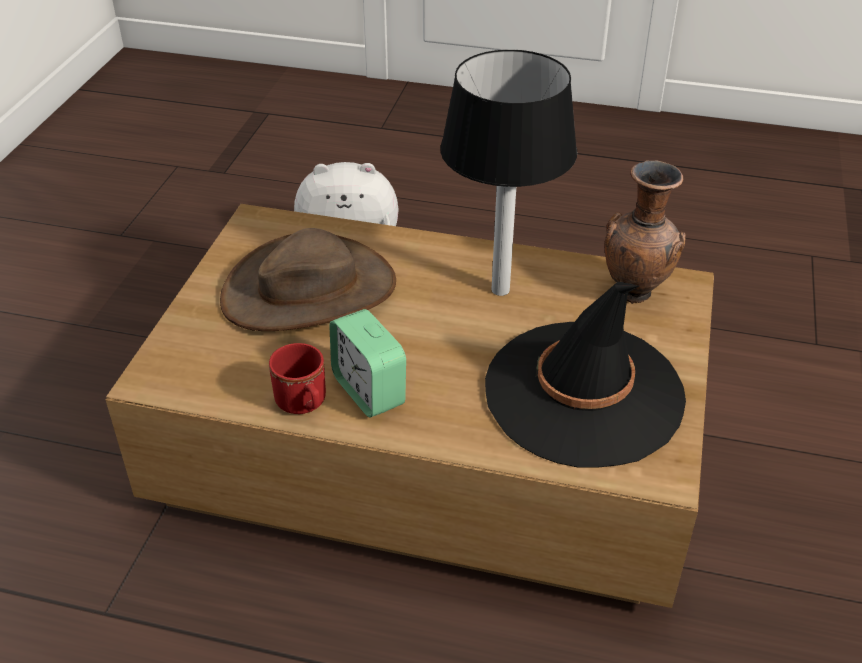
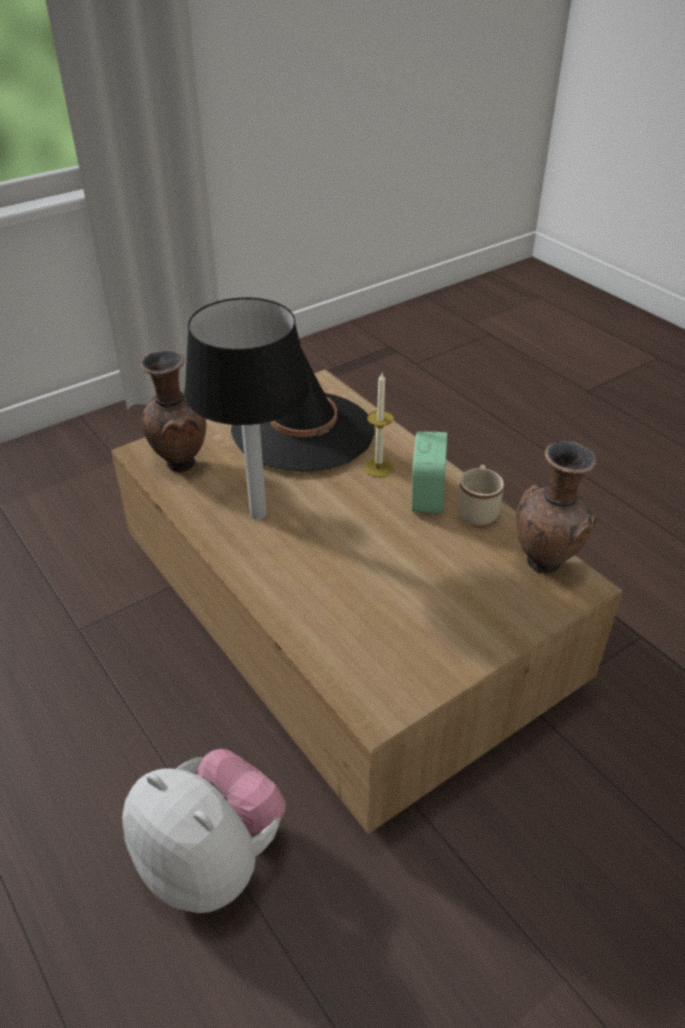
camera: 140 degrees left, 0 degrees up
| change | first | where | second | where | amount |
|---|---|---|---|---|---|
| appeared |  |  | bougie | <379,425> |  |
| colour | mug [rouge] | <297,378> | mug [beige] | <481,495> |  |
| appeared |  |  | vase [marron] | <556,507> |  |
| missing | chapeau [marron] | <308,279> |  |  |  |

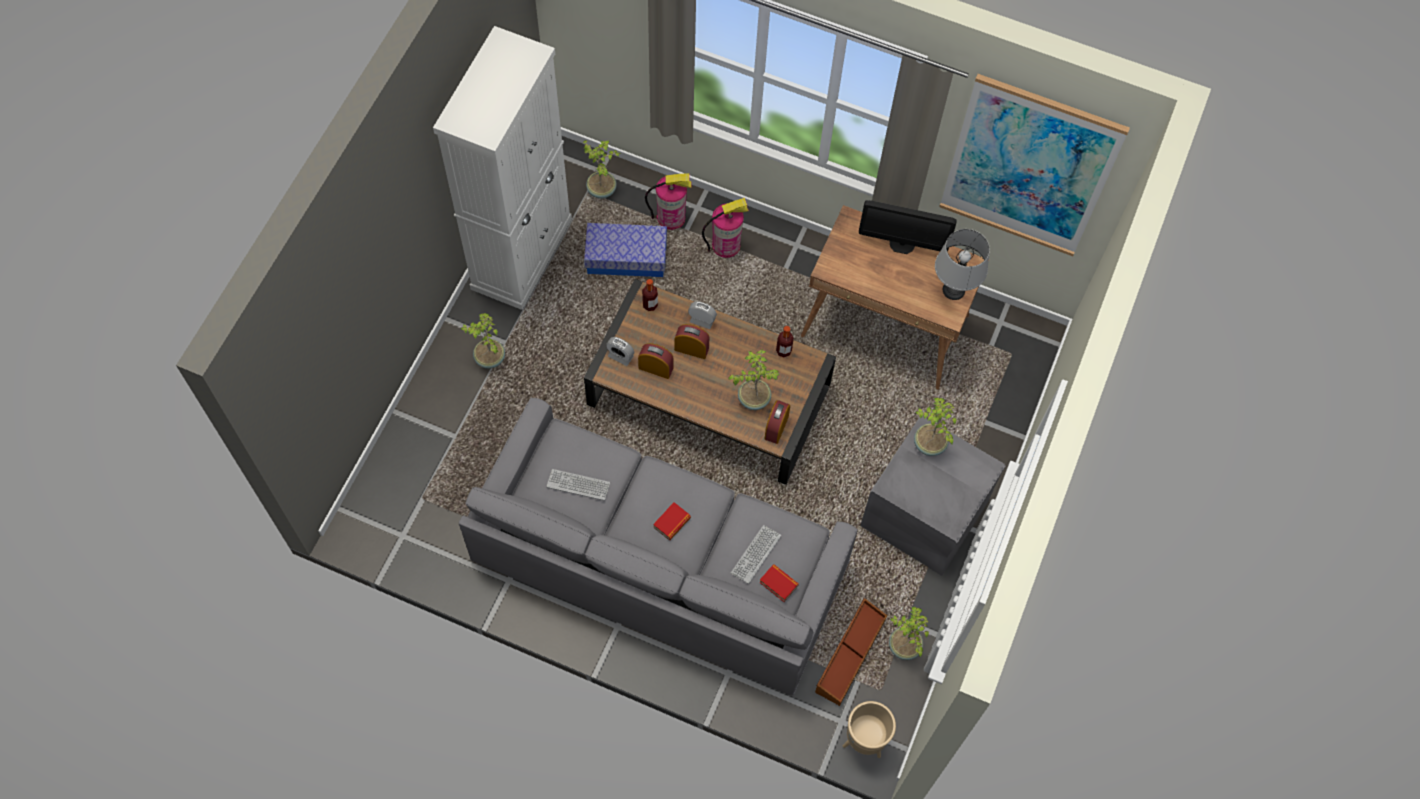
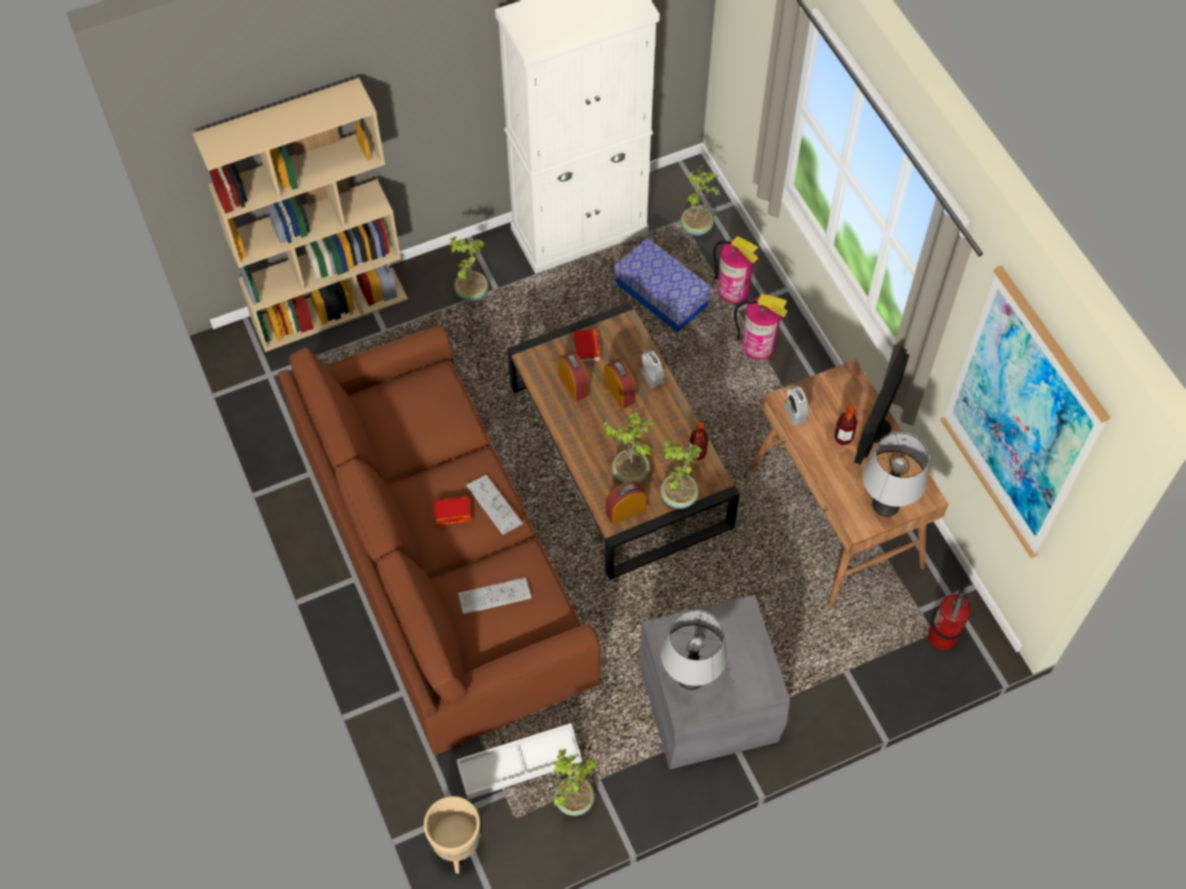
camera: 45 degrees right, 5 degrees down
| change | first | where | second | where | amount |
|---|---|---|---|---|---|
| appeared |  |  | bibliothèque [beige] | <300,215> |  |
| colour | canapé [gris] | <658,546> | canapé [marron] | <439,540> |  |
| colour | boîte de rangement [marron] | <851,652> | boîte de rangement [blanc] | <519,761> |  |
| relocated | clavier | <578,485> |  | <494,505> |  |
| relocated | livre | <779,583> |  | <587,346> |  |
| relocated | plante en pot | <935,427> |  | <682,474> |  |
| appeared |  |  | lampe de table [gris] | <694,650> |  |
| relocated | réveil | <620,351> |  | <796,405> |  |
| relocated | bouteille | <650,295> |  | <846,425> |  |
| spun | écran d'ordinateur | <908,227> |  | <881,405> | 60 degrees clockwise |
| appeared |  |  | extincteur | <949,619> |  |

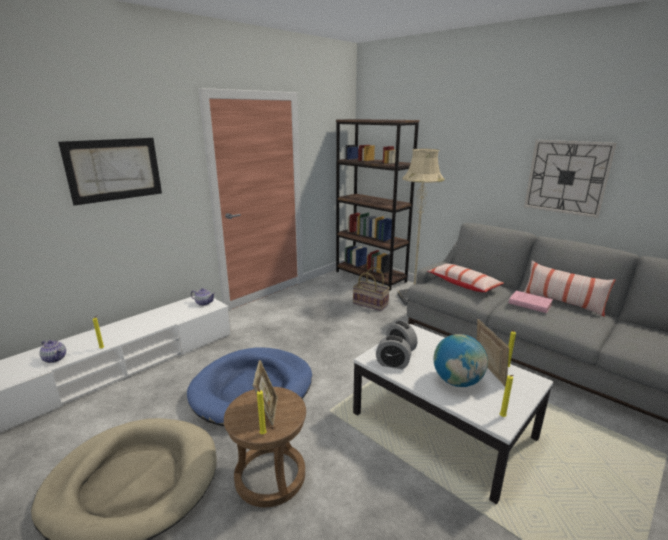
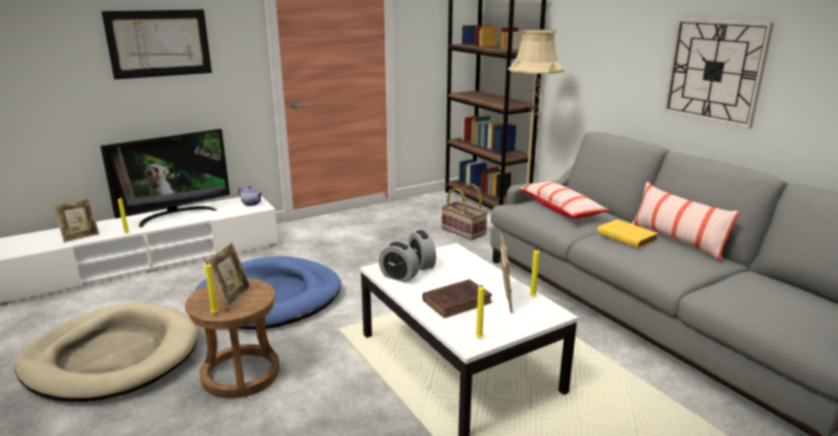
camera: 15 degrees right, 0 degrees up
| change | first | where | second | where | amount |
|---|---|---|---|---|---|
| exchanged | théière | <52,351> | cadre photo | <76,220> |  |
| appeared |  |  | téléviseur | <165,178> |  |
| exchanged | globe | <460,360> | livre [marron] | <457,298> |  |
| colour | livre [rose] | <531,302> | livre [jaune] | <627,234> |  |

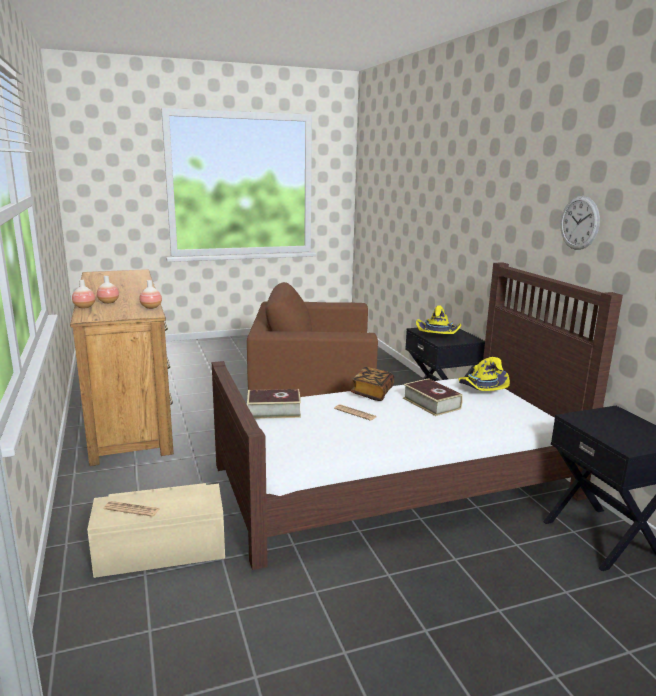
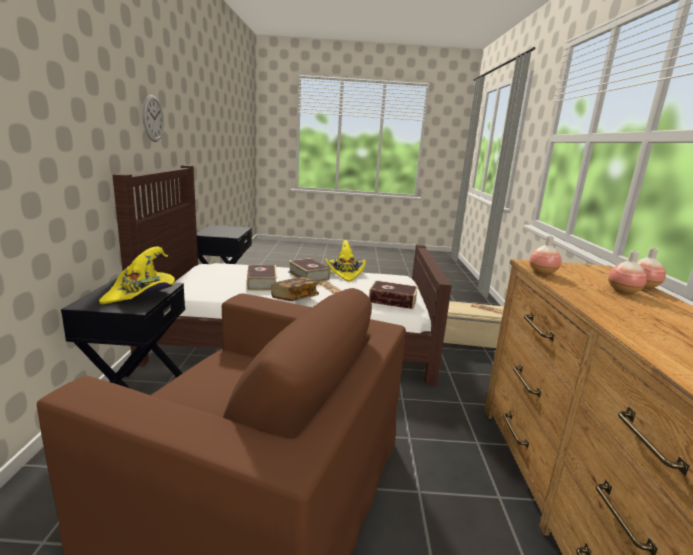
camera: 160 degrees left, 0 degrees up
| change | first | where | second | where | amount |
|---|---|---|---|---|---|
| appeared |  |  | livre | <309,270> |  |
| relocated | chapeau [jaune] | <484,374> |  | <345,261> |  |

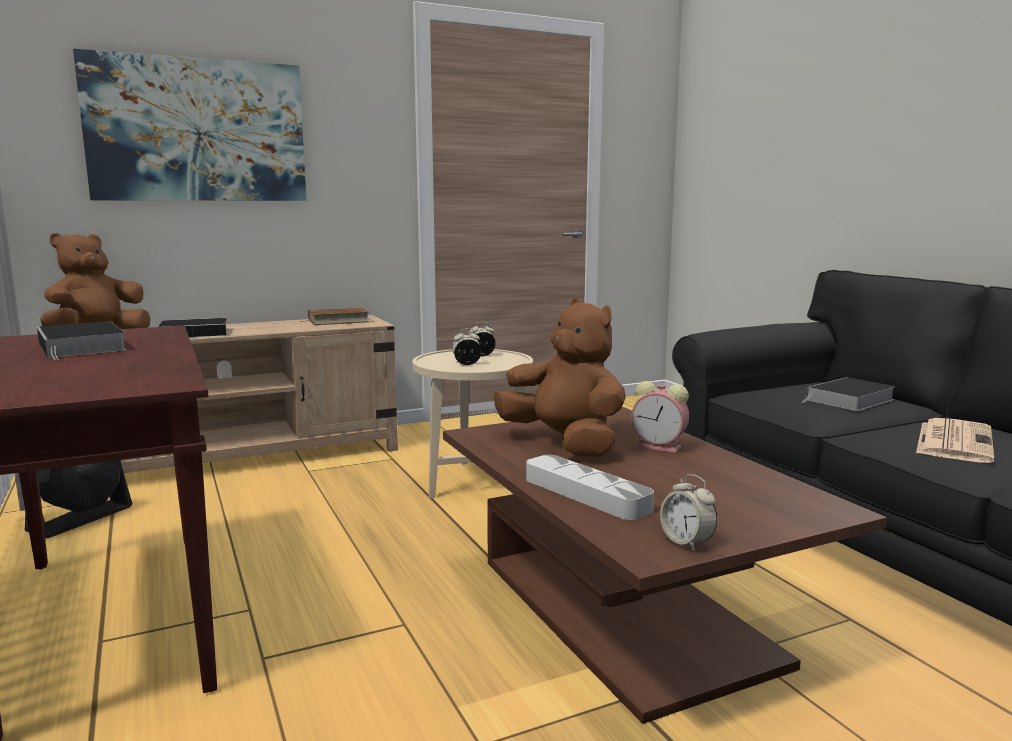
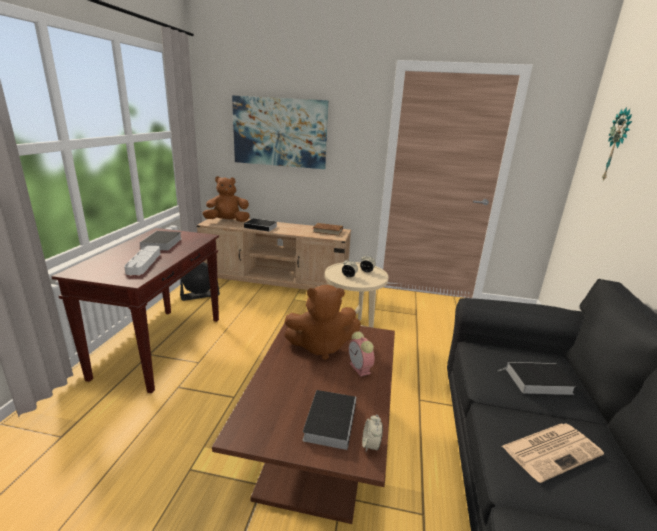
camera: 35 degrees right, 10 degrees up
| change | first | where | second | where | amount |
|---|---|---|---|---|---|
| relocated | plateau [gris] | <590,487> |  | <142,260> |  |
| spun | peluche [marron] | <560,377> |  | <322,322> | 90 degrees clockwise |
| appeared |  |  | livre | <329,420> |  |
| relocated | réveil | <688,512> |  | <372,433> |  |
| appeared |  |  | horloge murale | <617,143> |  |

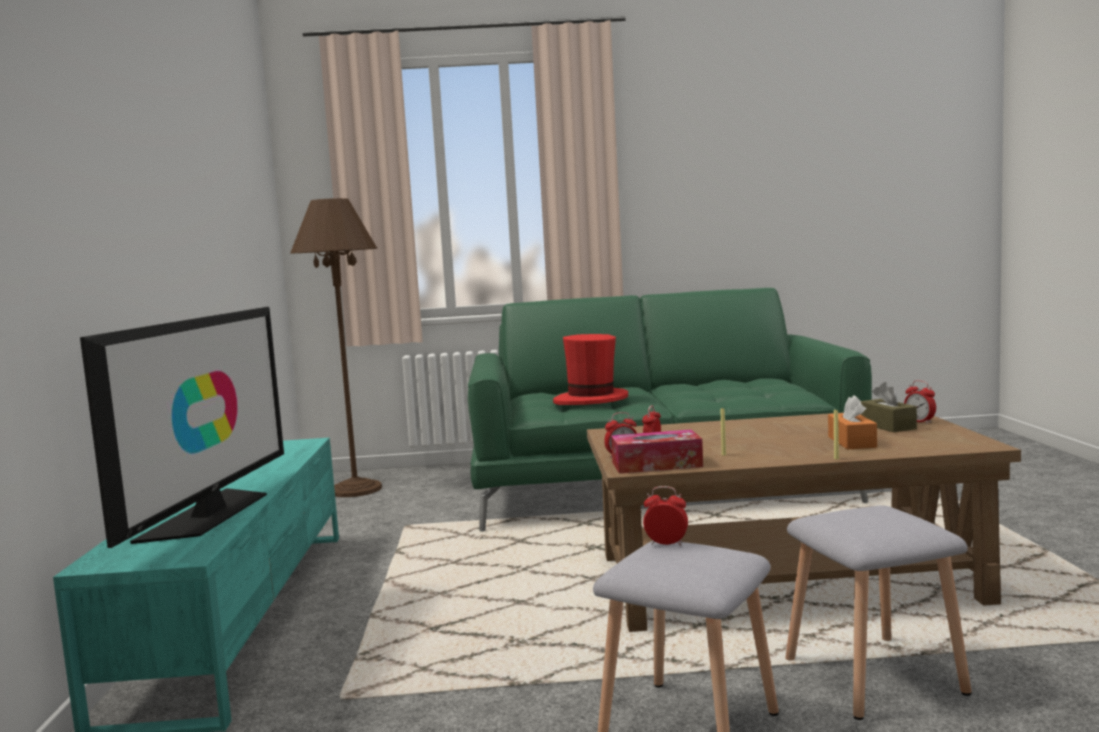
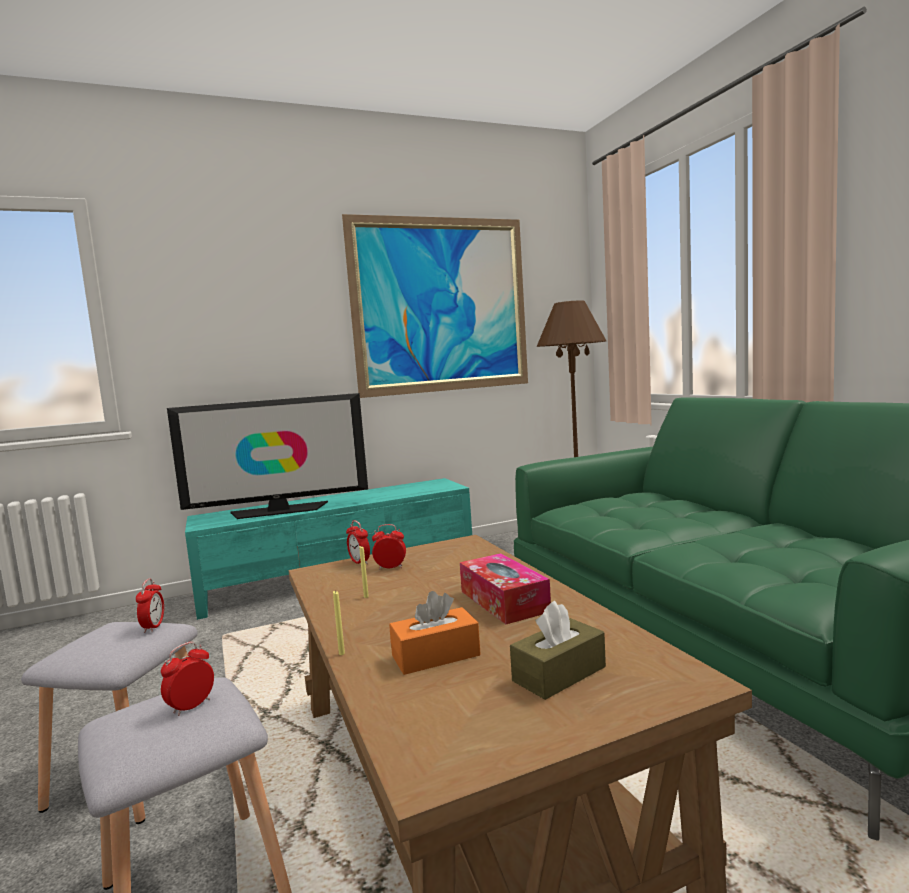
camera: 70 degrees right, 0 degrees up
| change | first | where | second | where | amount |
|---|---|---|---|---|---|
| relocated | réveil | <920,402> |  | <187,679> |  |
| appeared |  |  | tableau | <435,306> |  |
| relocated | boîte à mouchoirs | <657,452> |  | <505,588> |  |
| missing | chapeau [rouge] | <590,369> |  |  |  |

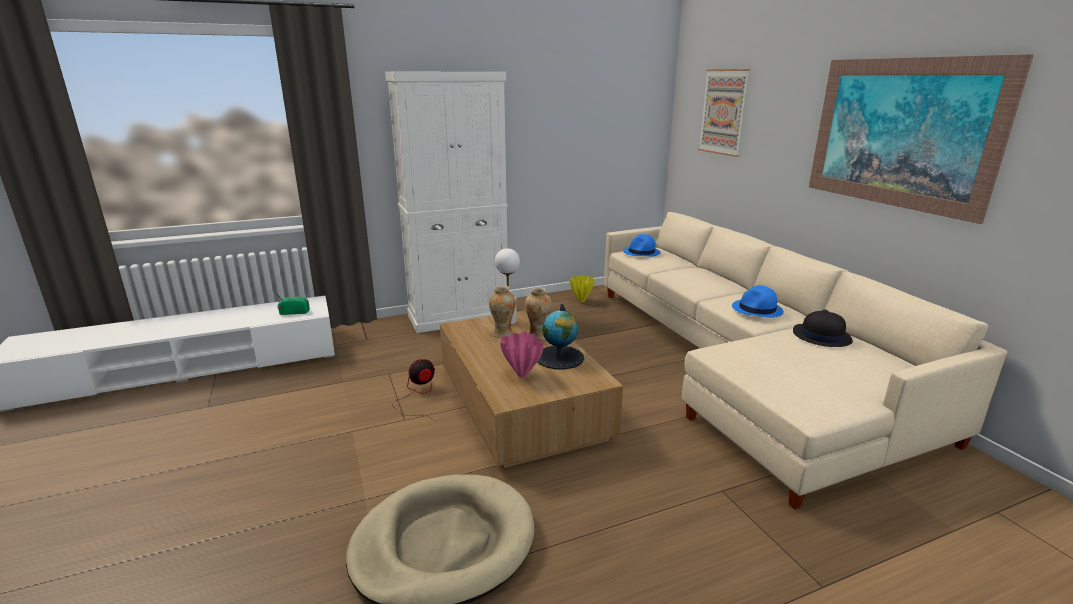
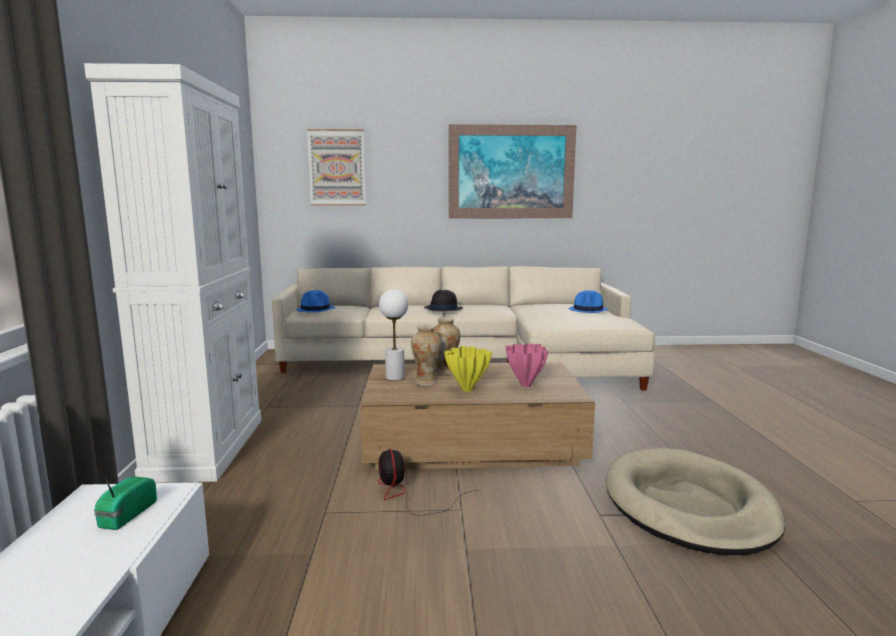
camera: 70 degrees left, 10 degrees down
| change | first | where | second | where | amount |
|---|---|---|---|---|---|
| relocated | chapeau [noir] | <823,328> |  | <443,301> |  |
| relocated | vase [jaune] | <582,288> |  | <468,369> |  |
| relocated | chapeau [bleu] | <758,301> |  | <589,301> |  |
| missing | globe | <561,336> |  |  |  |

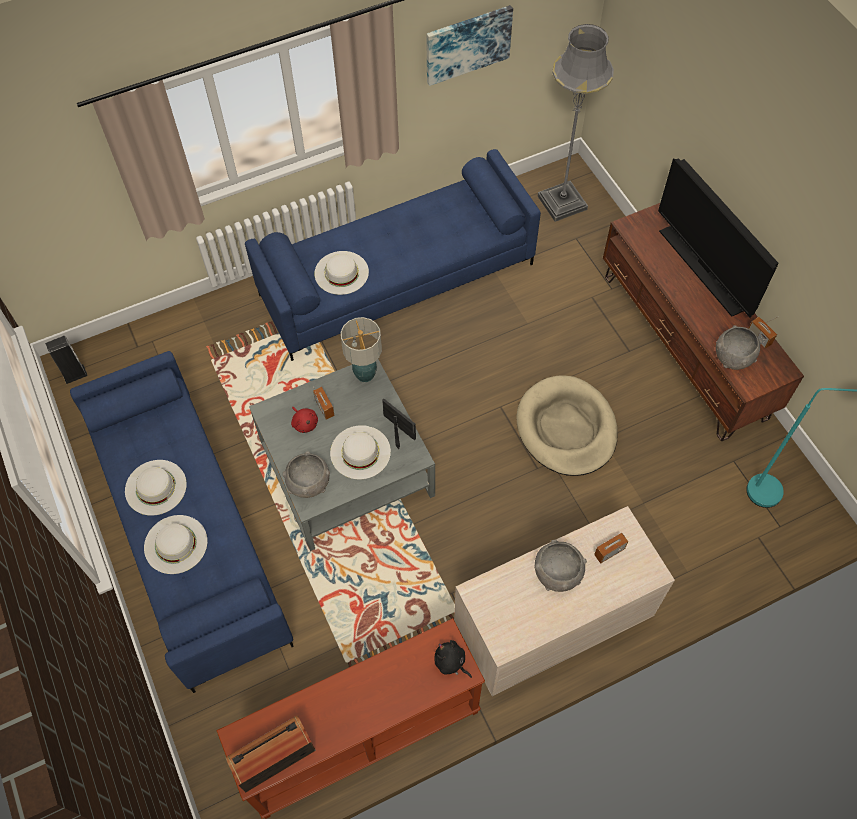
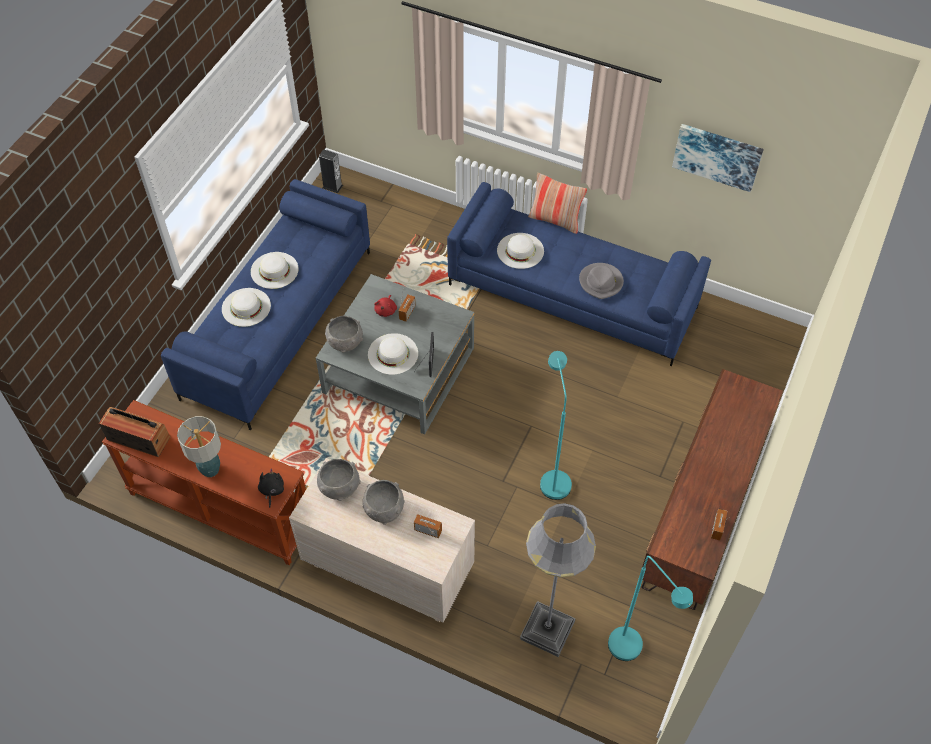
camera: 50 degrees right, 5 degrees down
| change | first | where | second | where | amount |
|---|---|---|---|---|---|
| relocated | lampe de table | <361,349> |  | <199,446> |  |
| relocated | bol [gris] | <739,347> |  | <339,480> |  |
| relocated | lampadaire [gris] | <576,123> |  | <558,580> |  |
| appeared |  |  | coussin | <557,203> |  |
| exchanged | panier pour chien [beige] | <567,425> | lampadaire [turquoise] | <556,425> |  |
| appeared |  |  | chapeau [gris] | <601,281> |  |
| missing | téléviseur | <718,238> |  |  |  |

